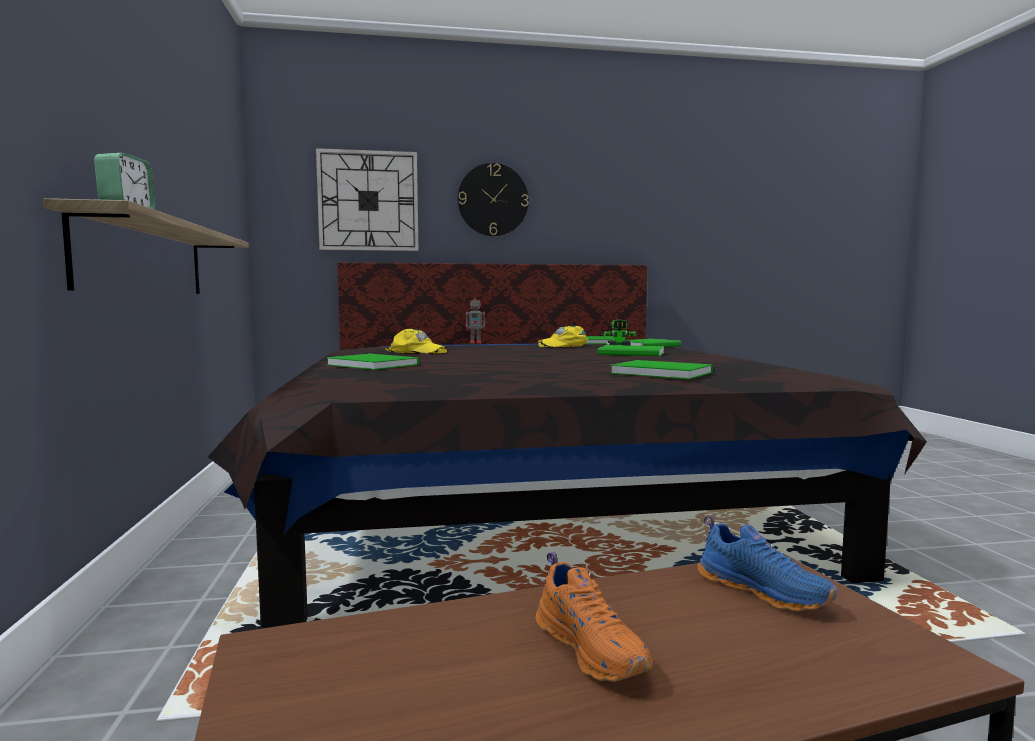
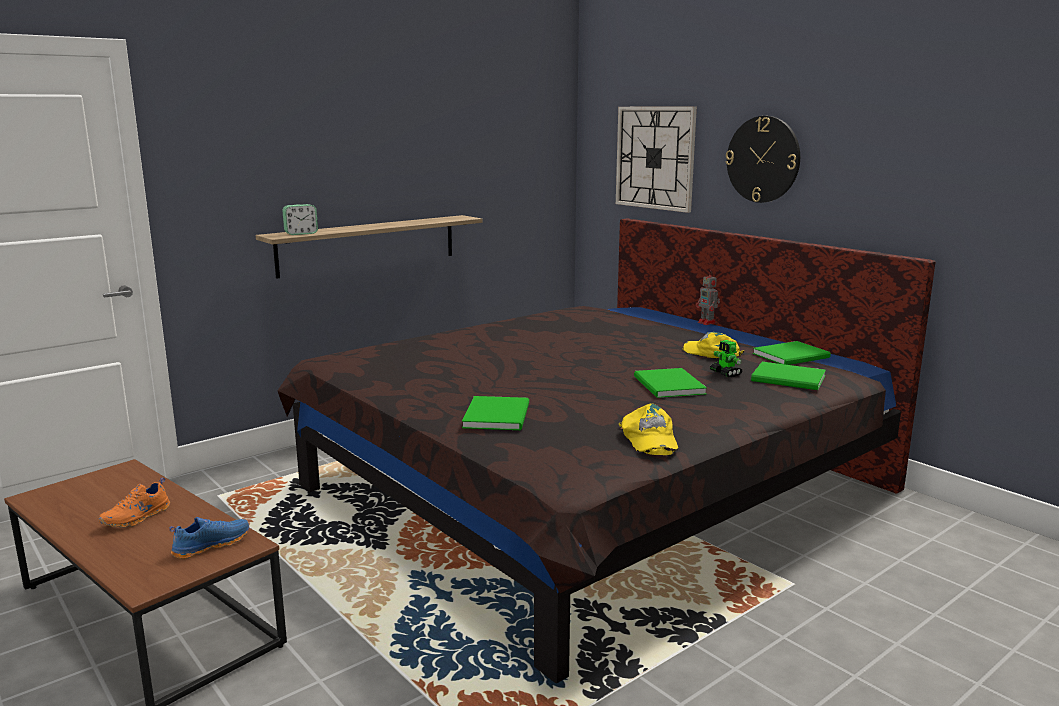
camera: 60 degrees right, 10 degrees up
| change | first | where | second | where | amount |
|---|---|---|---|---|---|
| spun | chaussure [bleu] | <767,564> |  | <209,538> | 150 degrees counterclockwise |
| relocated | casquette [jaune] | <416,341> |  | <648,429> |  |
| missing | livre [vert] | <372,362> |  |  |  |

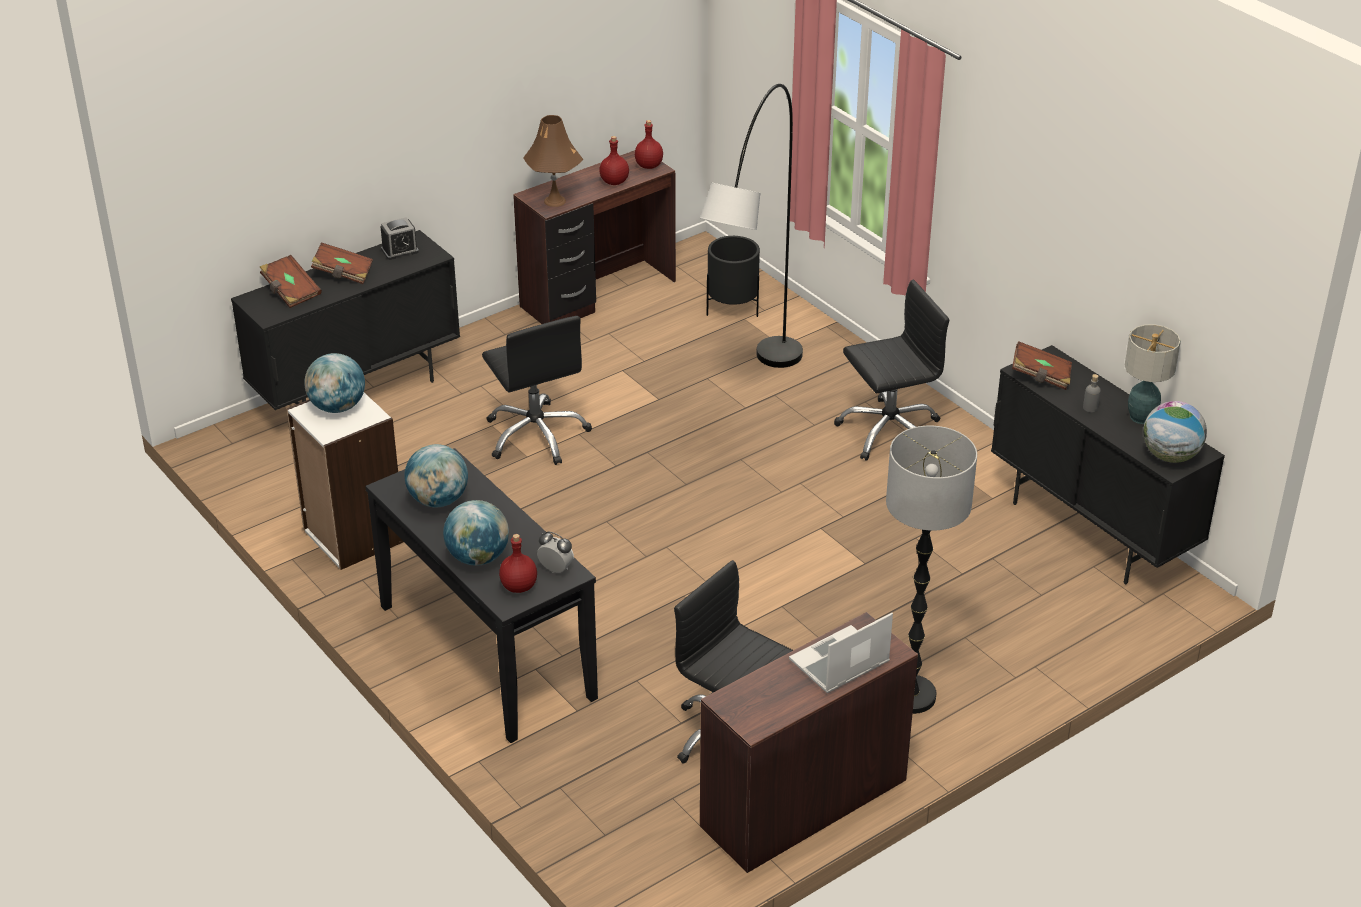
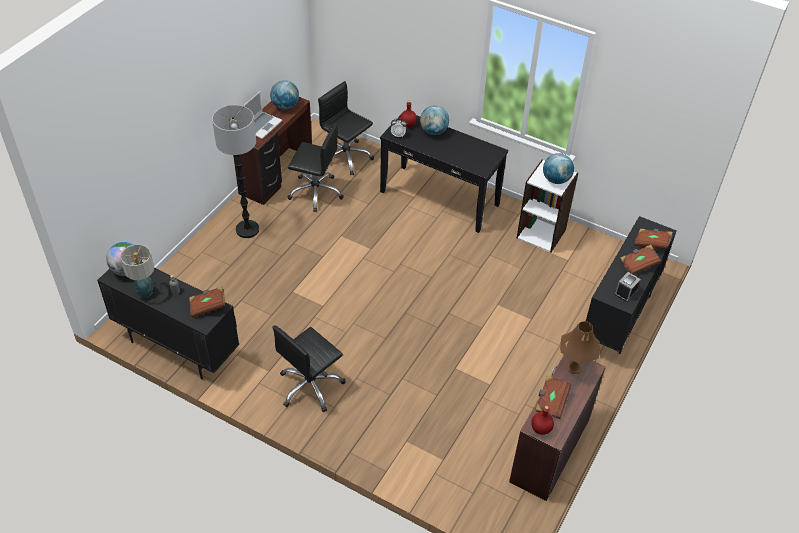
camera: 155 degrees right, 10 degrees up
| change | first | where | second | where | amount |
|---|---|---|---|---|---|
| relocated | globe | <436,475> |  | <284,95> |  |
| relocated | chaise de bureau [noir] | <537,390> |  | <346,128> |  |
| exchanged | bouteille [rouge] | <614,160> | livre [marron] | <553,397> |  |
| missing | lampadaire [gris] | <751,226> |  |  |  |
| missing | cache-pot [noir] | <733,276> |  |  |  |

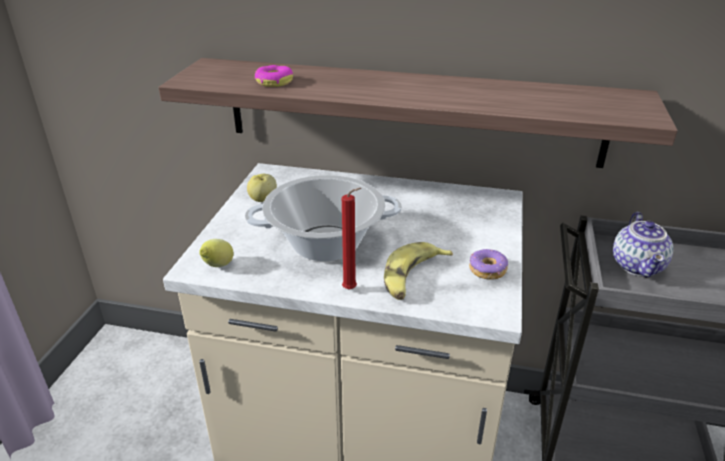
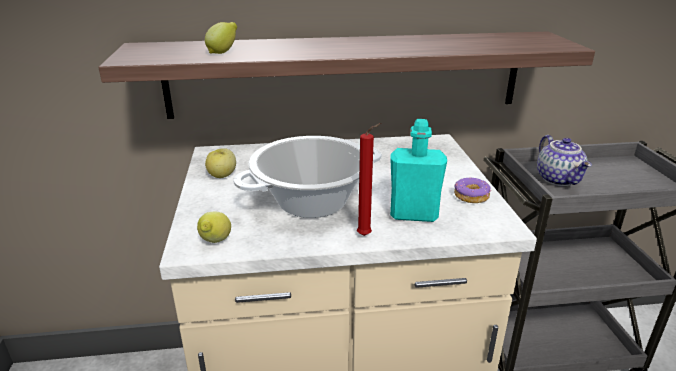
camera: 20 degrees left, 5 degrees down
| change | first | where | second | where | amount |
|---|---|---|---|---|---|
| exchanged | beignet | <274,76> | citron | <221,38> |  |
| exchanged | banane | <418,271> | bouteille [turquoise] | <418,170> |  |

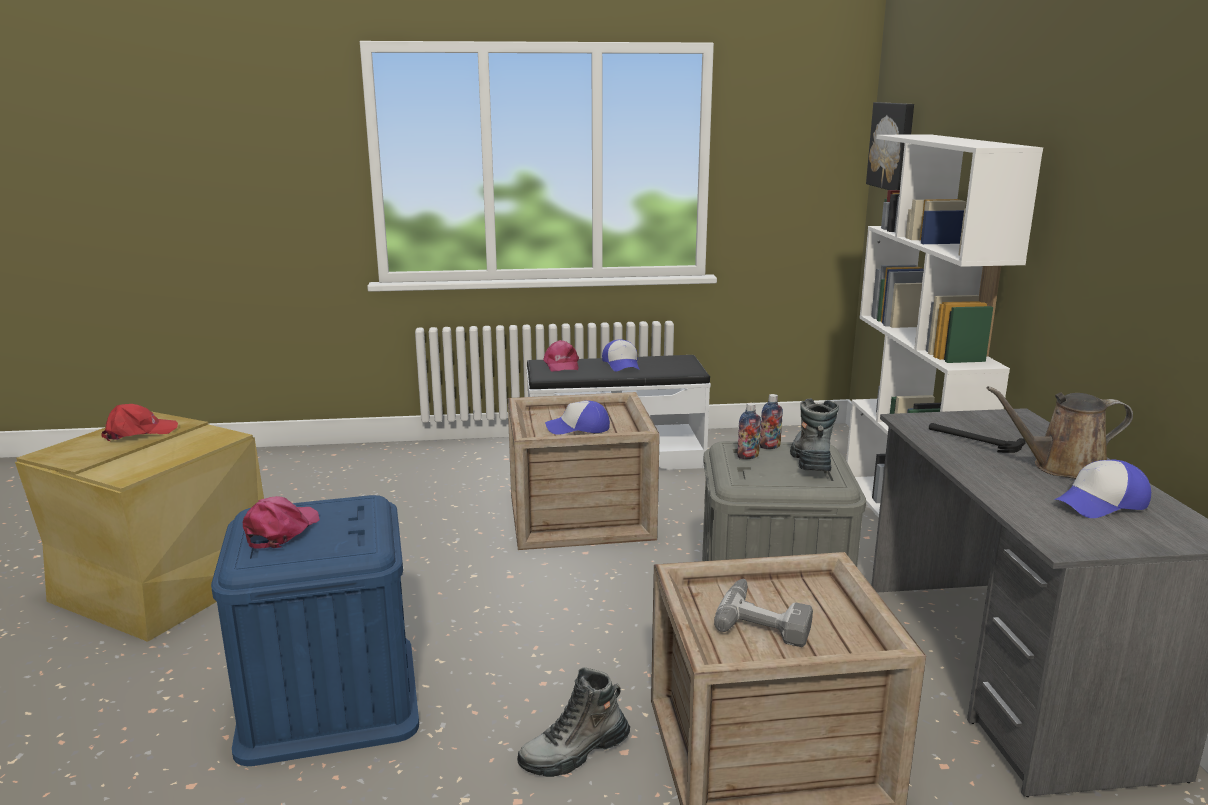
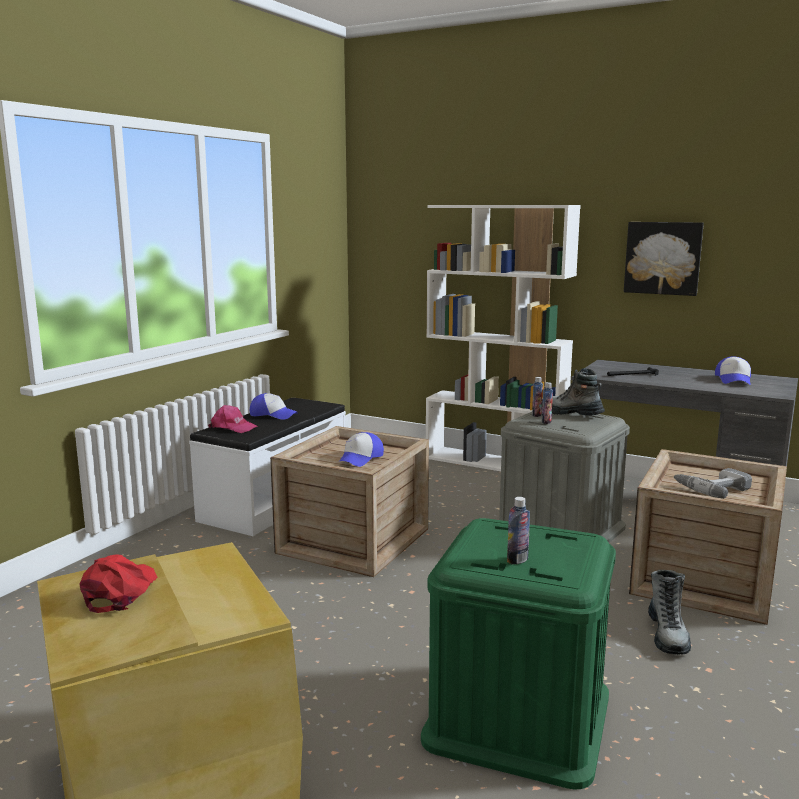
camera: 55 degrees left, 5 degrees down
| change | first | where | second | where | amount |
|---|---|---|---|---|---|
| colour | boîte de rangement [bleu] | <315,630> | boîte de rangement [vert] | <518,654> |  |
| exchanged | casquette [rose] | <281,522> | bouteille | <518,530> |  |
| relocated | tableau | <890,146> |  | <664,259> |  |
| missing | arrosoir [marron] | <1059,432> |  |  |  |

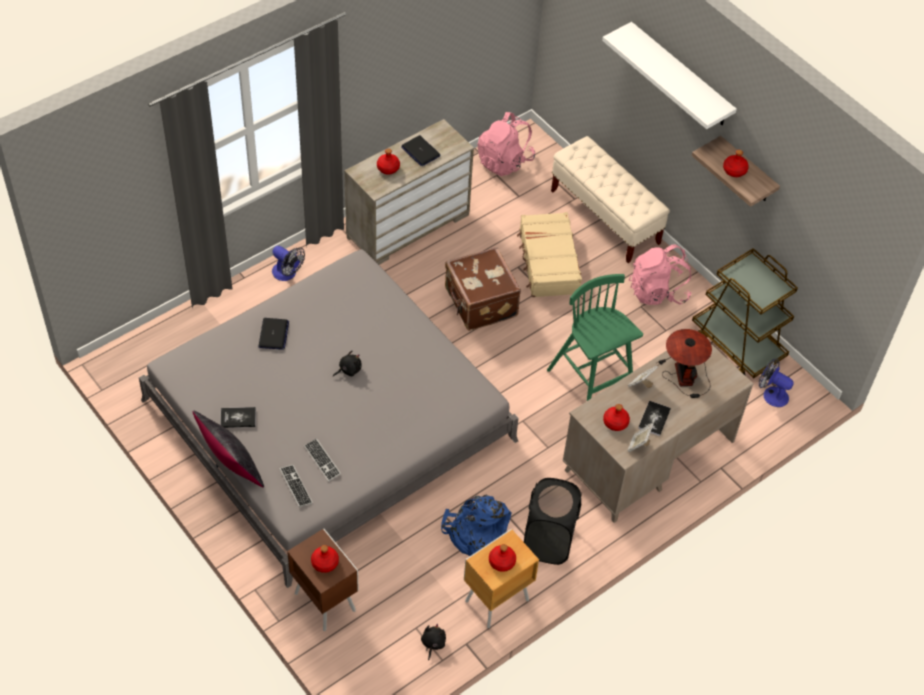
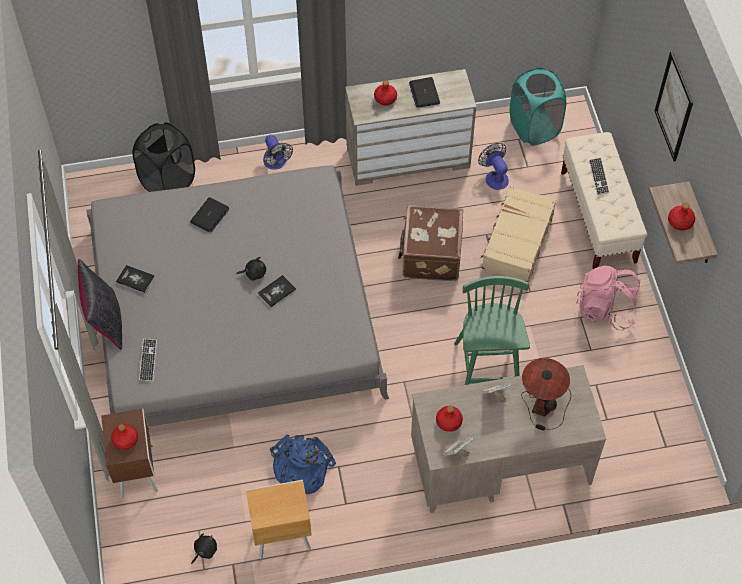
camera: 30 degrees right, 5 degrees up
| change | first | where | second | where | amount |
|---|---|---|---|---|---|
| relocated | panier à linge [noir] | <553,521> |  | <163,157> |  |
| relocated | livre | <654,418> |  | <276,291> |  |
| relocated | ventilateur | <776,382> |  | <493,166> |  |
| exchanged | sac à dos [rose] | <506,144> | panier à linge [turquoise] | <538,107> |  |
| relocated | clavier | <322,459> |  | <599,176> |  |
| exchanged | étagère [blanc] | <669,75> | tableau | <674,106> |  |
| missing | bouteille [rouge] | <502,558> |  |  |  |
| missing | chariot [marron] | <745,313> |  |  |  |

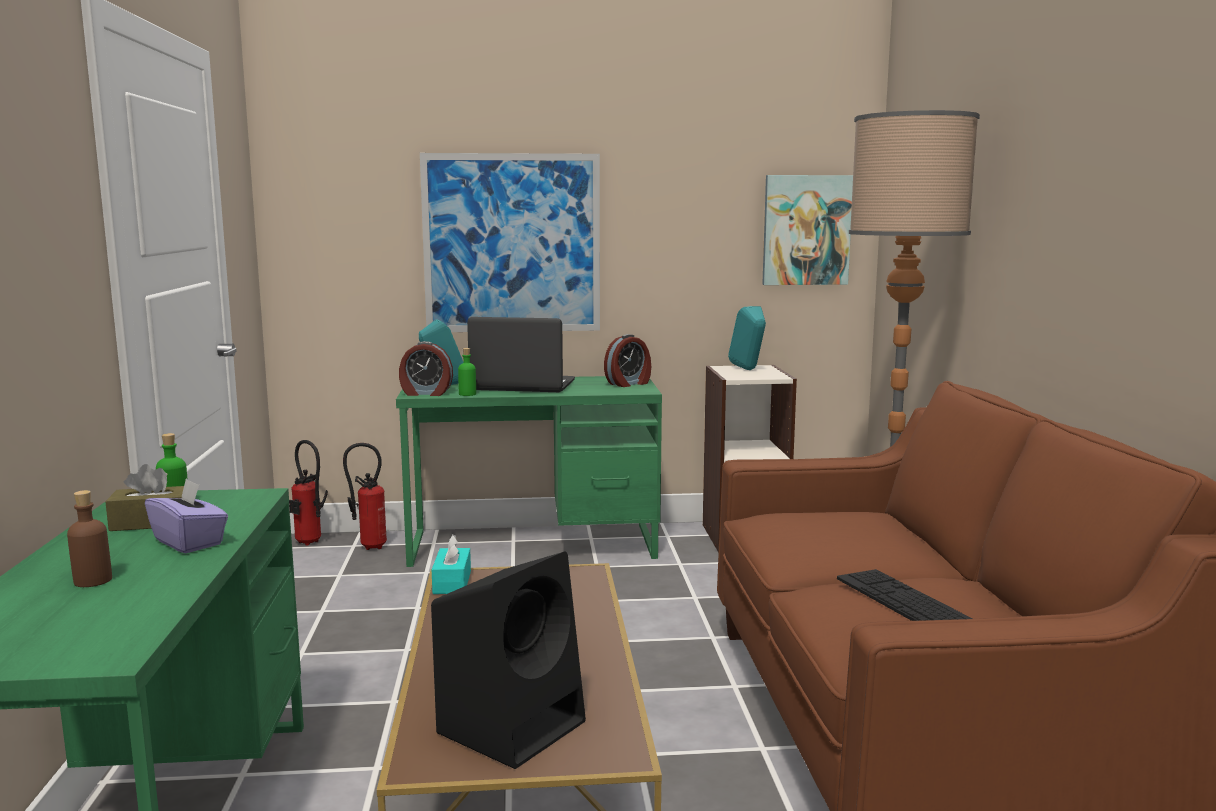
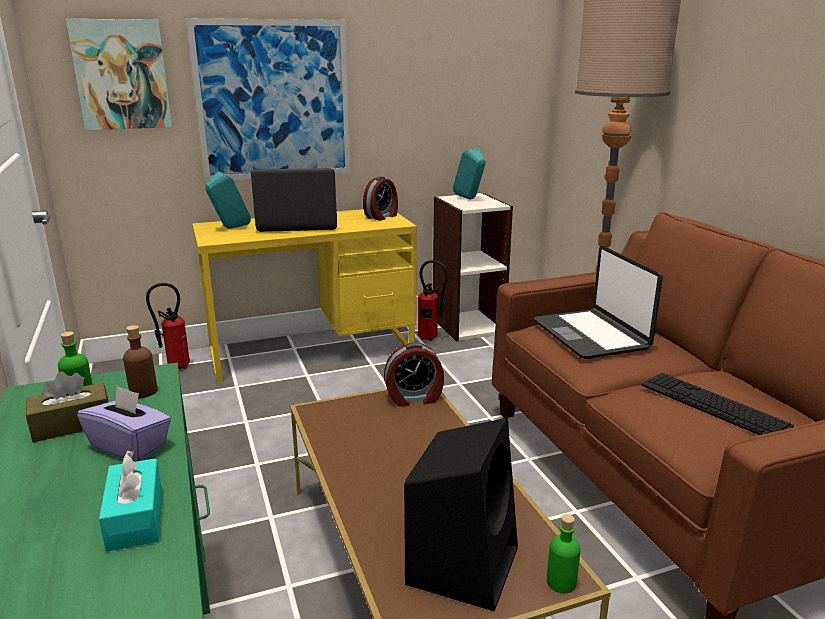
camera: 15 degrees left, 10 degrees up
| change | first | where | second | where | amount |
|---|---|---|---|---|---|
| relocated | tableau | <807,230> |  | <119,75> |  |
| relocated | boîte à mouchoirs [turquoise] | <451,564> |  | <130,501> |  |
| relocated | bouteille [marron] | <89,538> |  | <140,361> |  |
| colour | bureau [vert] | <529,471> | bureau [jaune] | <304,296> |  |
| relocated | réveil | <426,368> |  | <414,374> |  |
| relocated | extincteur | <308,492> |  | <432,300> |  |
| appeared |  |  | ordinateur portable | <598,302> |  |
| relocated | bouteille [vert] | <467,372> |  | <563,553> |  |

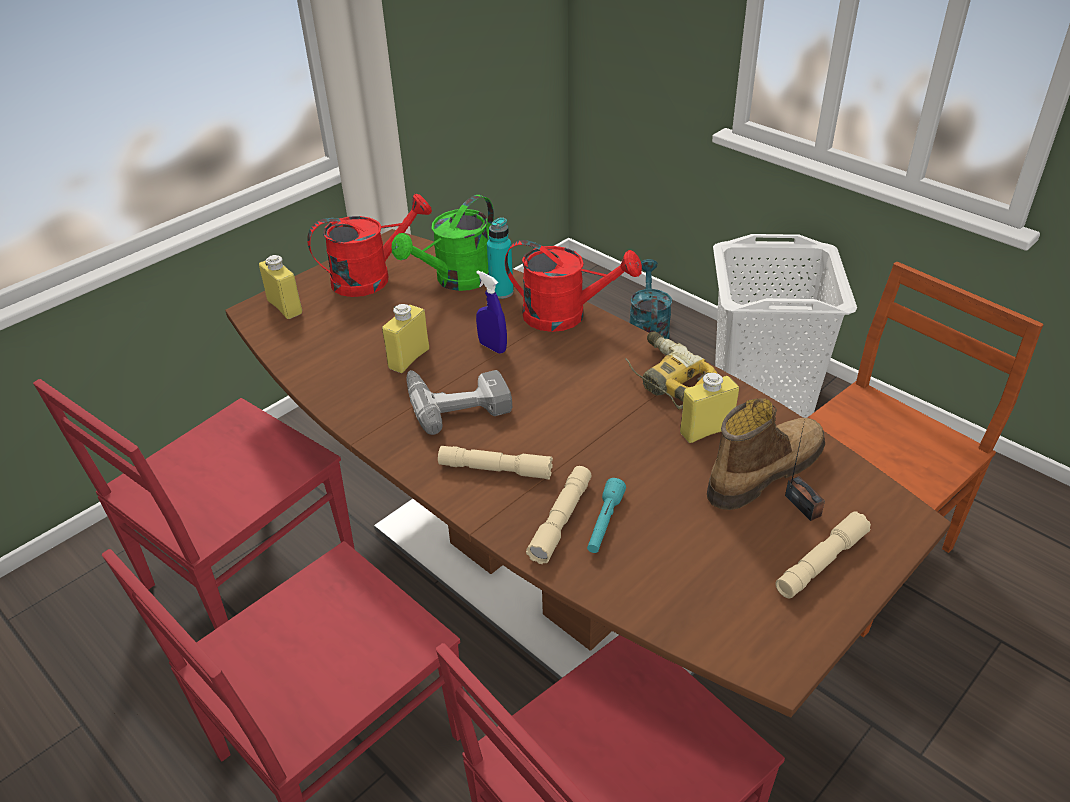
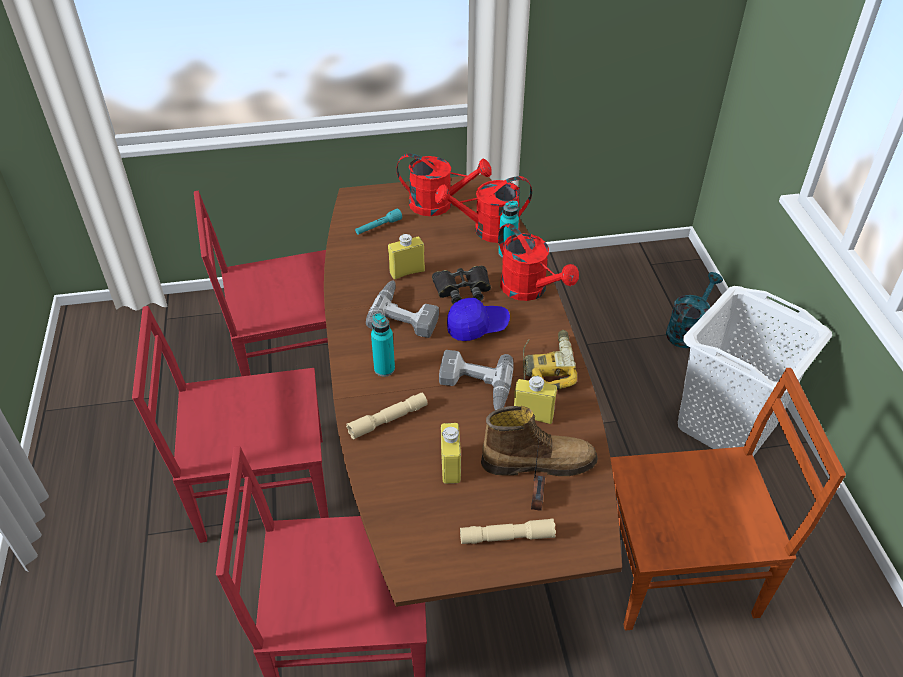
camera: 35 degrees right, 5 degrees up
| change | first | where | second | where | amount |
|---|---|---|---|---|---|
| relocated | lampe de poche [turquoise] | <606,515> |  | <378,221> |  |
| exchanged | lampe de poche [beige] | <495,463> | bouteille [turquoise] | <383,345> |  |
| exchanged | vaporisateur [bleu] | <491,312> | jumelles [noir] | <461,285> |  |
| colour | arrosoir [vert] | <443,243> | arrosoir [rouge] | <483,209> |  |
| appeared |  |  | perceuse | <476,380> |  |
| relocated | bouteille [jaune] | <280,287> |  | <451,453> |  |
| appeared |  |  | casquette [bleu] | <478,319> |  |

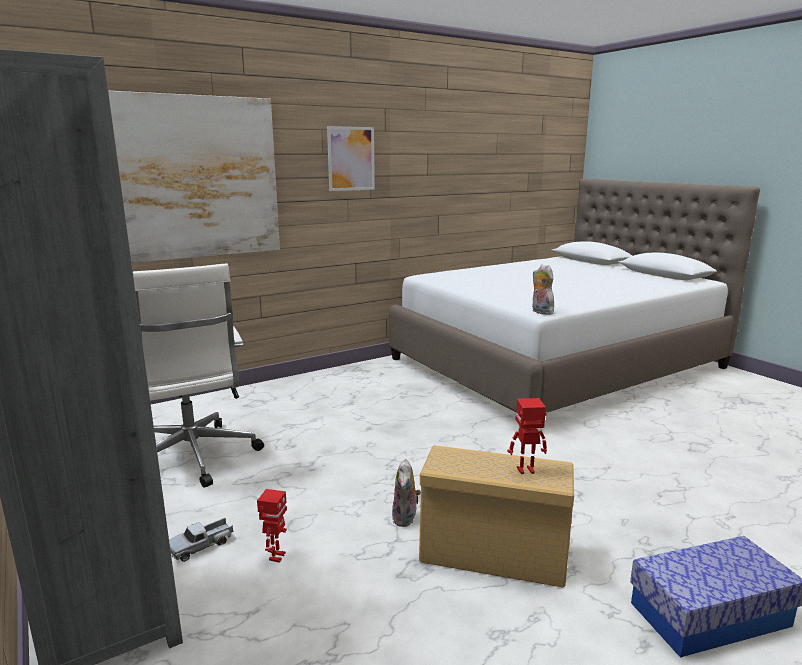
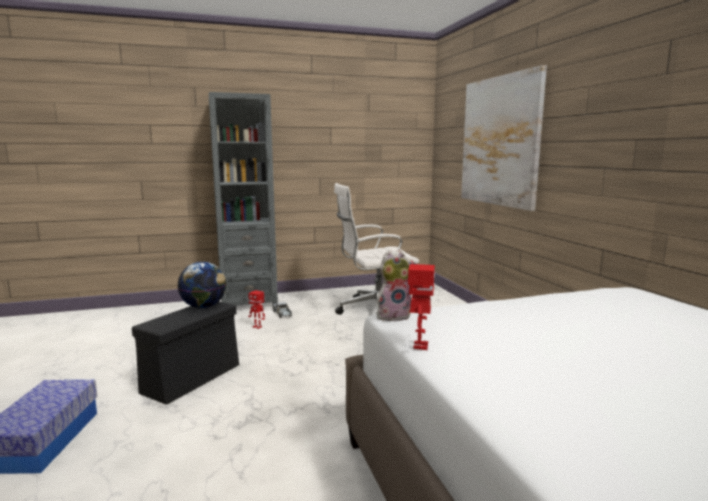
camera: 105 degrees right, 5 degrees down
| change | first | where | second | where | amount |
|---|---|---|---|---|---|
| colour | boîte de rangement [beige] | <496,516> | boîte de rangement [noir] | <185,353> |  |
| appeared |  |  | globe | <202,285> |  |
| relocated | robot jouet | <527,436> |  | <421,307> |  |
| missing | tableau | <351,158> |  |  |  |
| missing | peluche | <406,493> |  |  |  |

